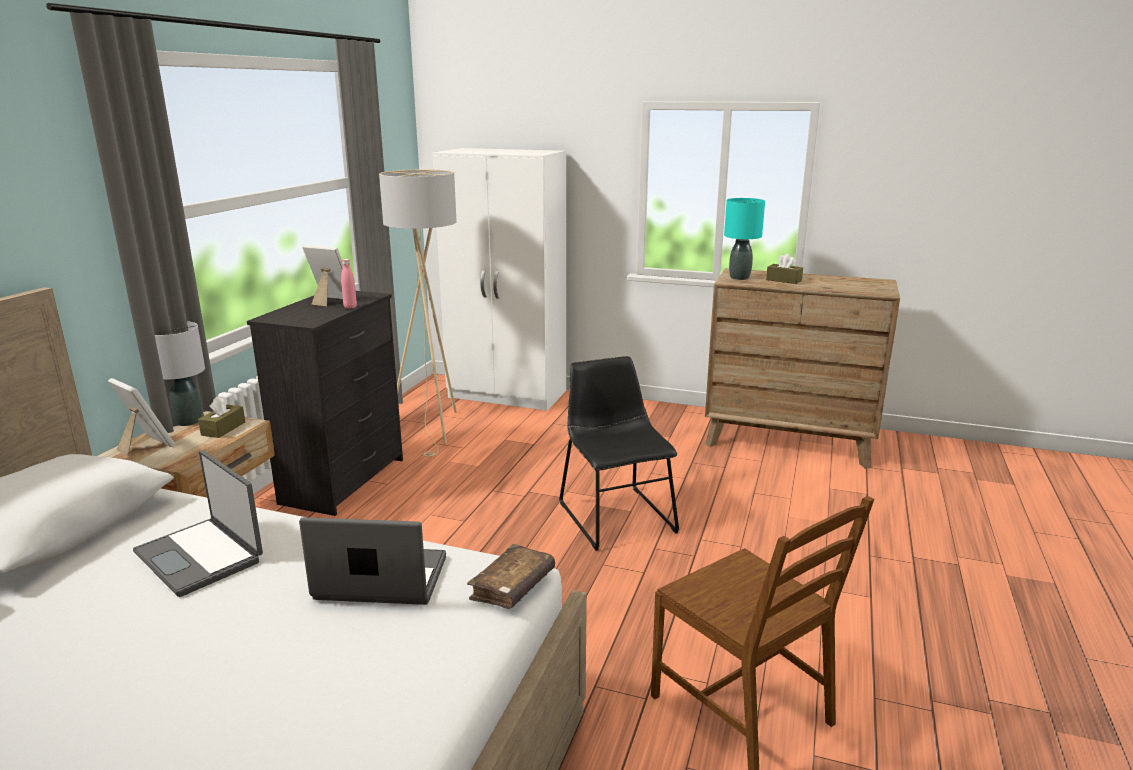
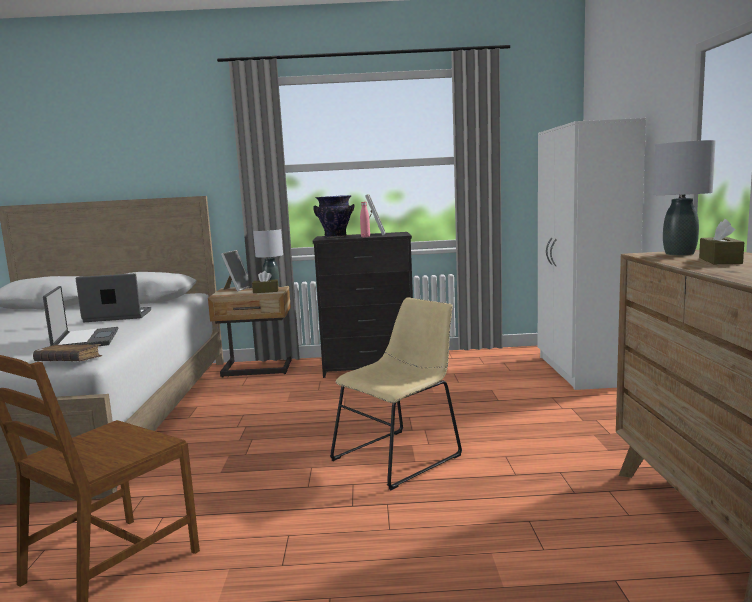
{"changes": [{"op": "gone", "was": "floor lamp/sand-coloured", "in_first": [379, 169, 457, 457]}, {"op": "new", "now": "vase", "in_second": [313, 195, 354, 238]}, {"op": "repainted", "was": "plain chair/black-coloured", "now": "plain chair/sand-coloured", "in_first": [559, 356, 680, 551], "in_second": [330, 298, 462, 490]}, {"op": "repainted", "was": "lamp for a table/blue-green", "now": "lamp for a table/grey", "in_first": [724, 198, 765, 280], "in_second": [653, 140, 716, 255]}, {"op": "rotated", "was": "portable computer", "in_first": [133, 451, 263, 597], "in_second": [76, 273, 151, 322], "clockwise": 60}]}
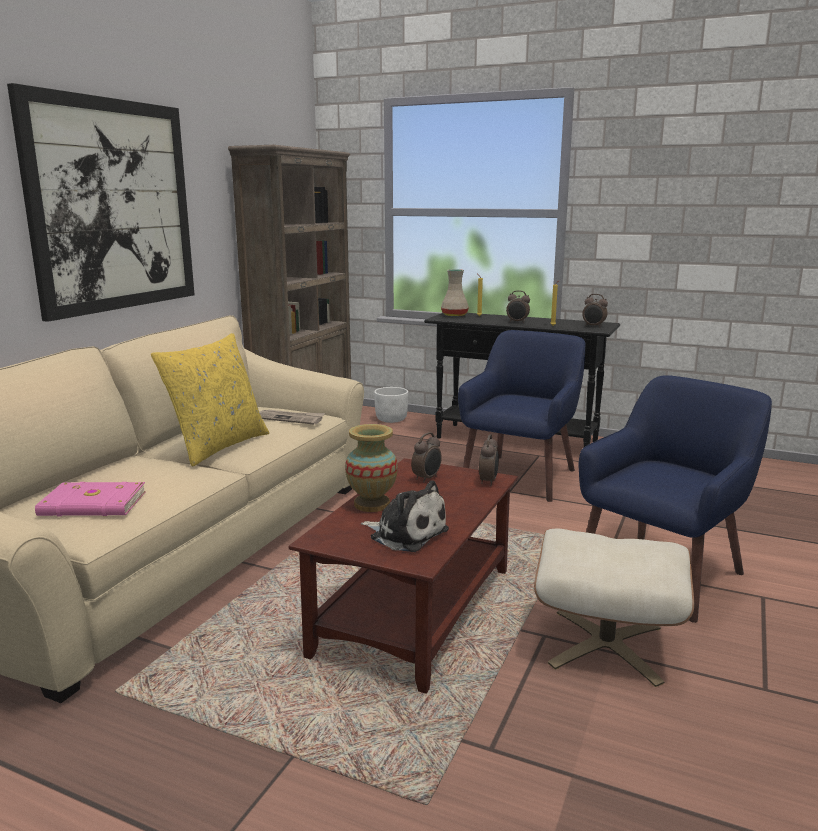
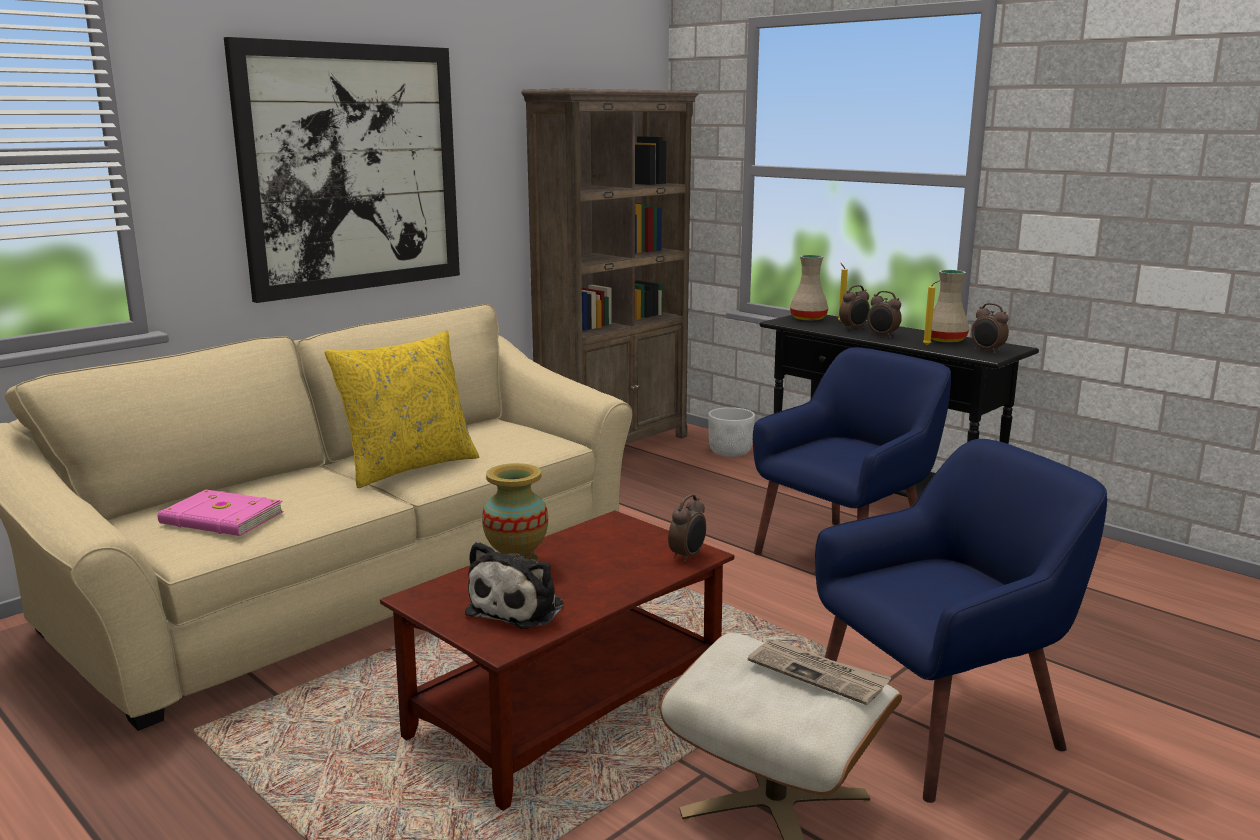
{"changes": [{"op": "new", "now": "vase/sand-coloured", "in_second": [931, 270, 970, 343]}, {"op": "shifted", "was": "newspaper", "in_first": [259, 410, 325, 425], "in_second": [748, 640, 891, 705]}, {"op": "shifted", "was": "table clock", "in_first": [411, 432, 442, 483], "in_second": [839, 285, 870, 330]}, {"op": "rotated", "was": "plush toy", "in_first": [361, 480, 449, 552], "in_second": [465, 542, 564, 629], "clockwise": 60}]}
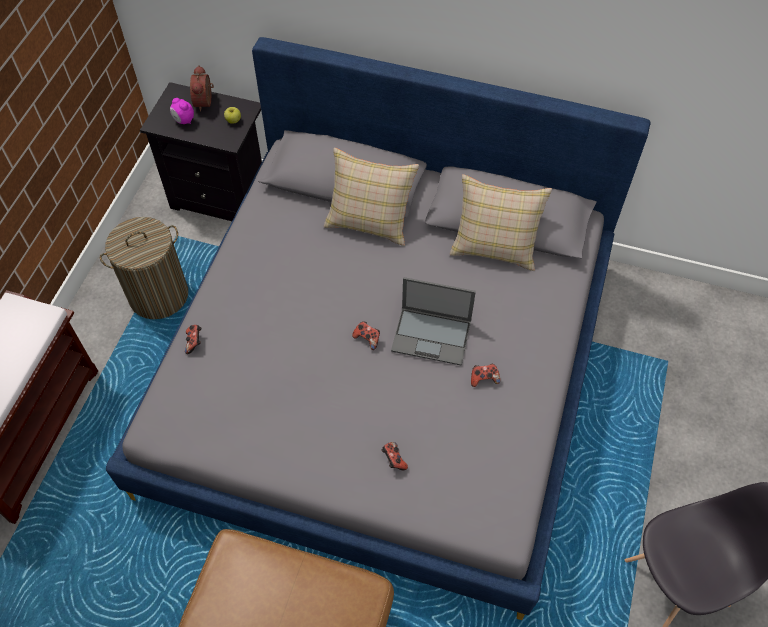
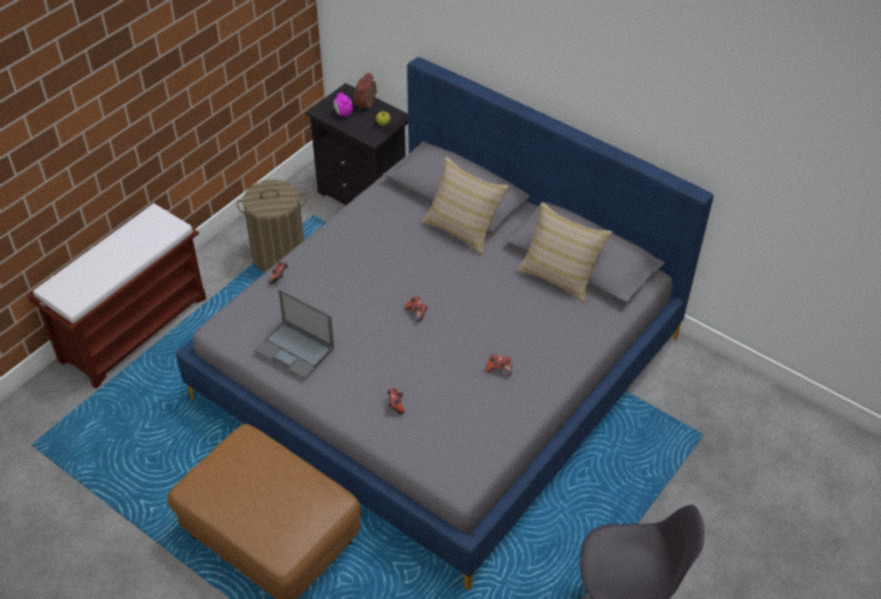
{"changes": [{"op": "shifted", "was": "portable computer", "in_first": [391, 277, 476, 366], "in_second": [254, 289, 334, 379]}]}
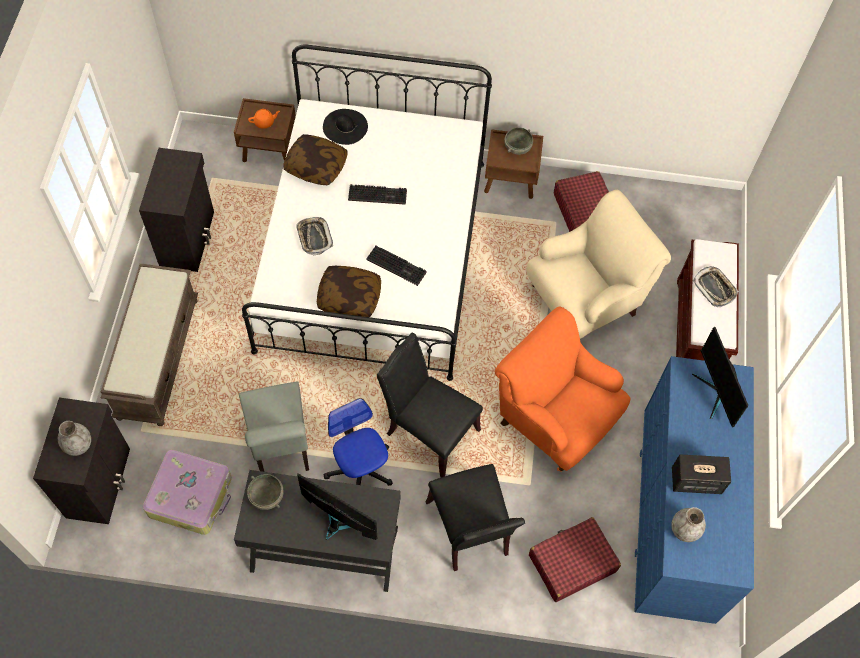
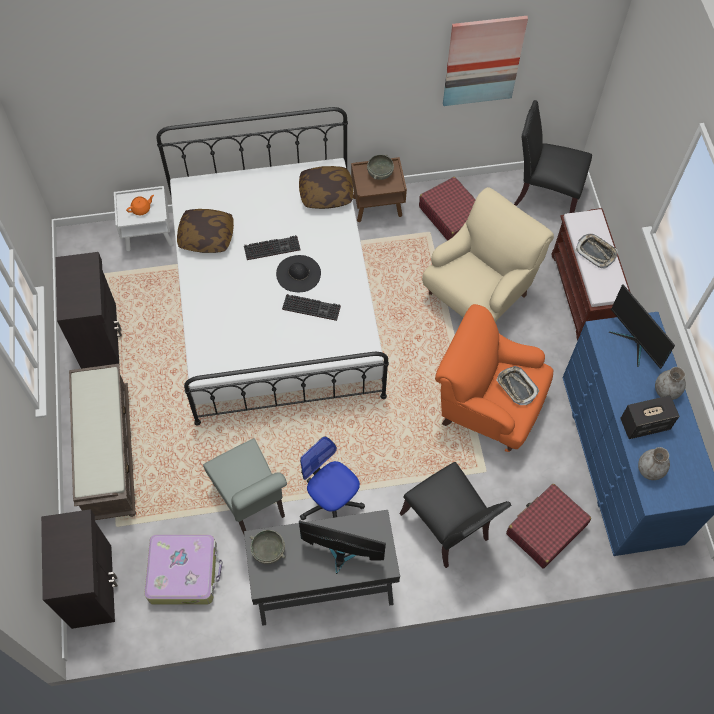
{"changes": [{"op": "new", "now": "wall picture", "in_second": [443, 16, 528, 106]}, {"op": "shifted", "was": "vase/grey", "in_first": [58, 421, 91, 456], "in_second": [655, 367, 686, 400]}, {"op": "shifted", "was": "carrying tray", "in_first": [296, 217, 333, 255], "in_second": [496, 366, 539, 405]}, {"op": "shifted", "was": "throw pillow", "in_first": [317, 266, 381, 317], "in_second": [299, 166, 353, 209]}, {"op": "shifted", "was": "clothing hat/black-coloured", "in_first": [323, 109, 368, 145], "in_second": [276, 255, 321, 292]}, {"op": "shifted", "was": "plain chair/black-coloured", "in_first": [377, 333, 483, 478], "in_second": [514, 100, 592, 213]}, {"op": "repainted", "was": "nightstand/brown", "now": "nightstand/whitish", "in_first": [234, 98, 296, 162], "in_second": [114, 186, 173, 251]}]}
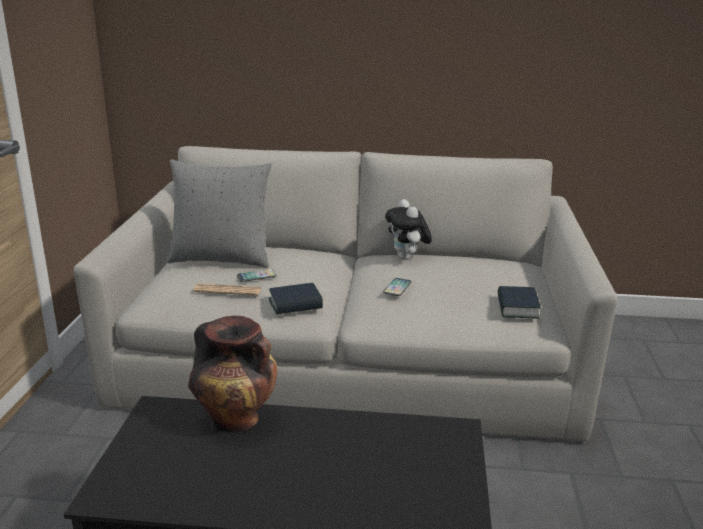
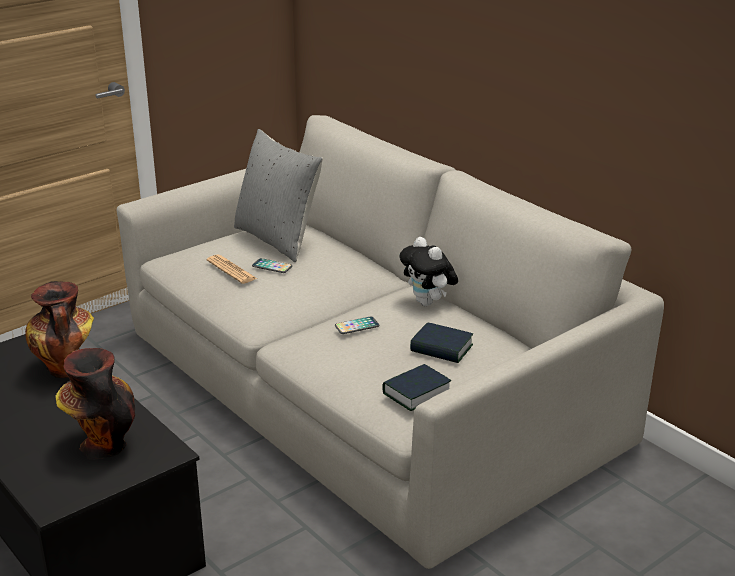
{"changes": [{"op": "new", "now": "vase", "in_second": [55, 348, 135, 460]}, {"op": "shifted", "was": "volume", "in_first": [268, 283, 323, 314], "in_second": [410, 322, 473, 363]}, {"op": "rotated", "was": "plush toy", "in_first": [385, 199, 432, 260], "in_second": [399, 237, 458, 306], "clockwise": -60}]}
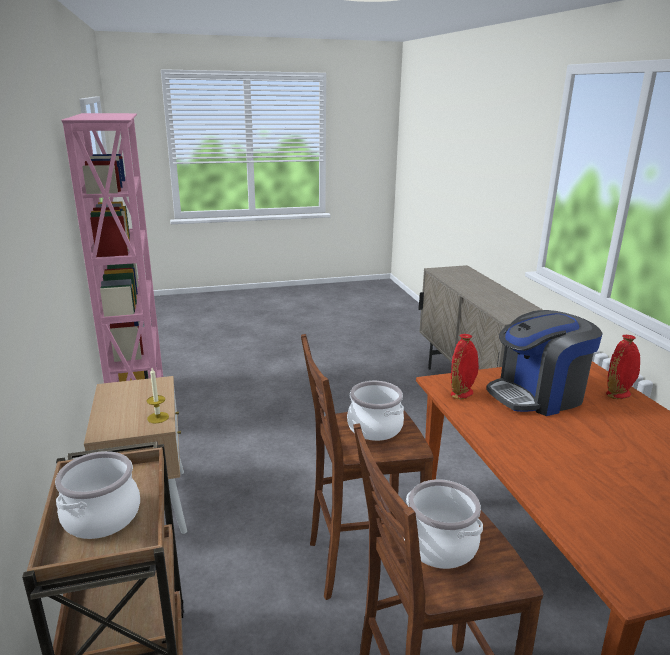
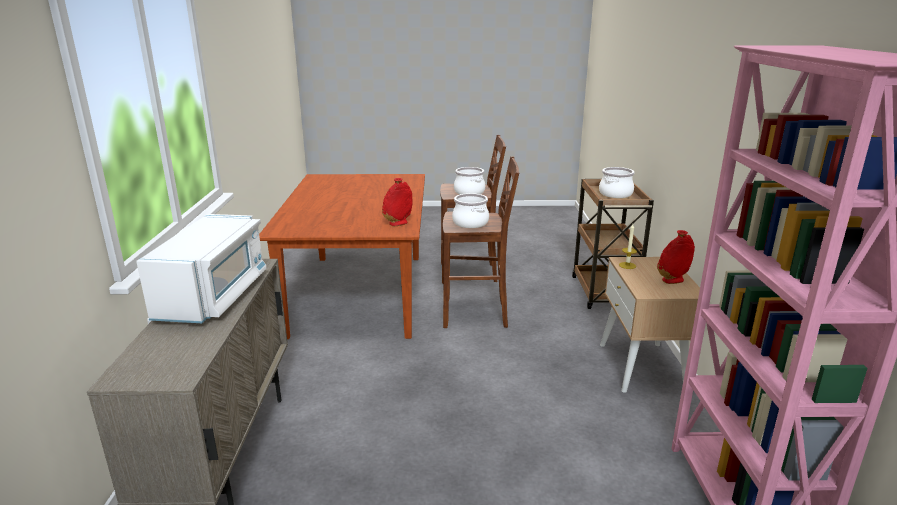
{"changes": [{"op": "gone", "was": "coffee brewer", "in_first": [486, 310, 603, 416]}, {"op": "new", "now": "microwave/whitish", "in_second": [136, 214, 266, 323]}, {"op": "shifted", "was": "vase/reddish", "in_first": [606, 335, 640, 399], "in_second": [657, 230, 695, 284]}]}
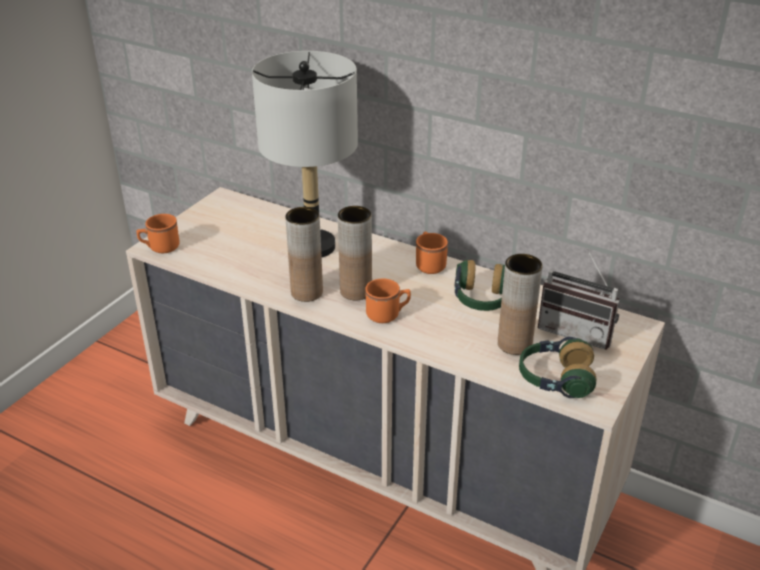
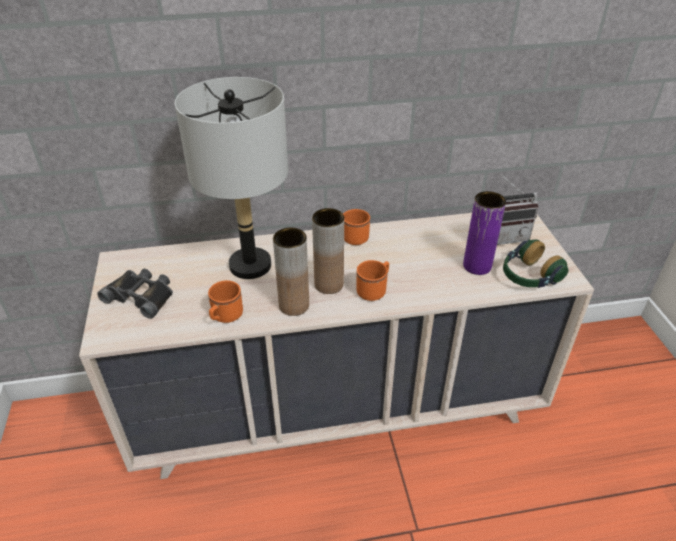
{"changes": [{"op": "gone", "was": "pair of headphones", "in_first": [455, 260, 505, 311]}, {"op": "new", "now": "binoculars/black-coloured", "in_second": [97, 269, 173, 319]}, {"op": "shifted", "was": "tea mug/orange", "in_first": [136, 214, 180, 253], "in_second": [208, 280, 243, 323]}, {"op": "repainted", "was": "vase/brown", "now": "vase/purple-coloured", "in_first": [498, 254, 543, 355], "in_second": [463, 191, 506, 275]}]}
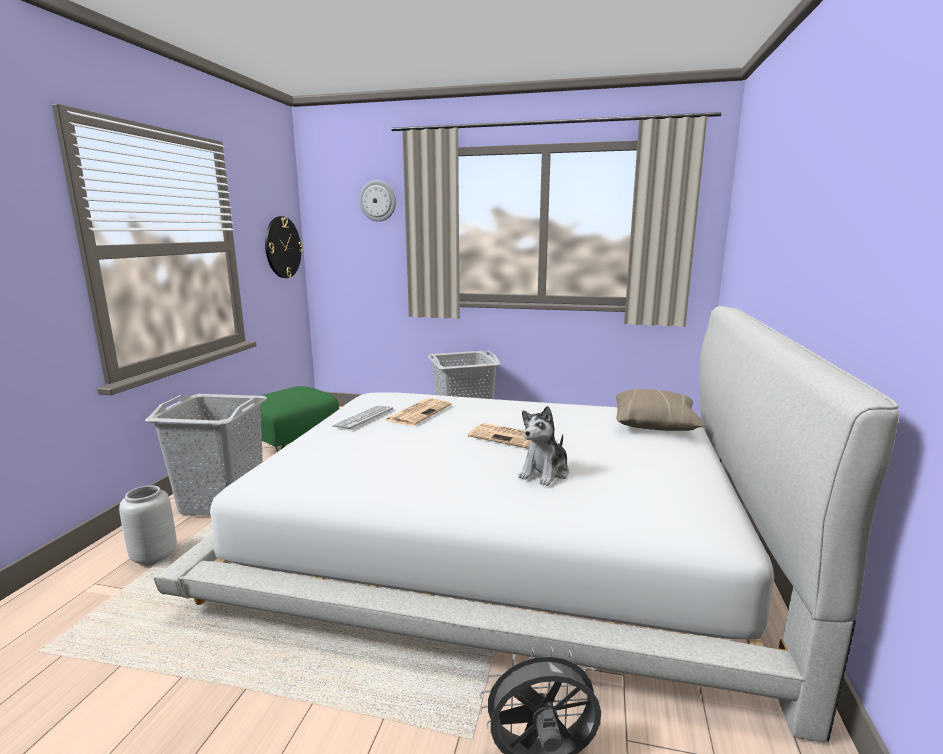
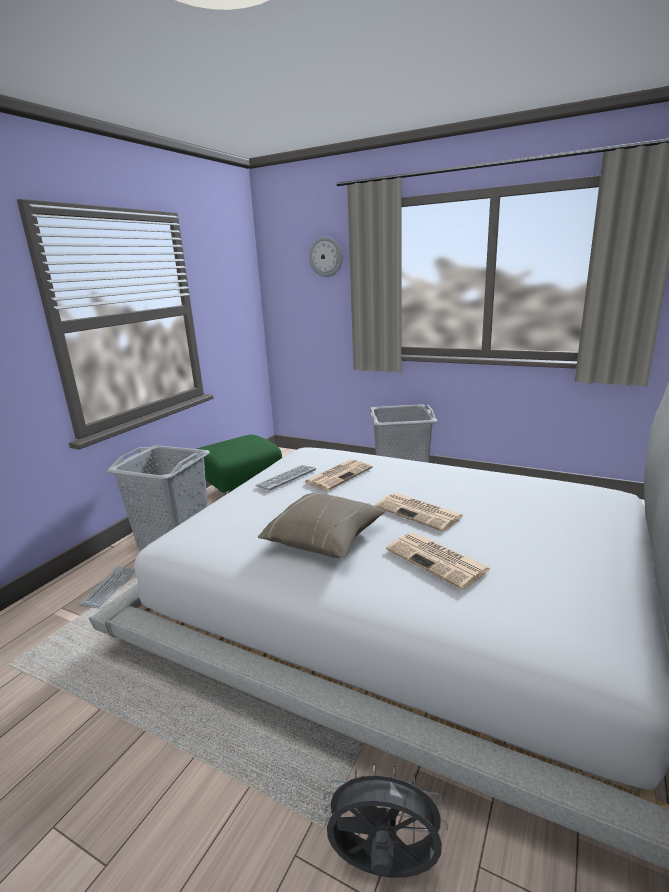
{"changes": [{"op": "gone", "was": "hanging clock", "in_first": [265, 216, 303, 278]}, {"op": "shifted", "was": "throw pillow/sand-coloured", "in_first": [616, 389, 705, 431], "in_second": [258, 493, 385, 558]}, {"op": "swapped", "was": "vase/grey", "now": "keyboard", "in_first": [119, 485, 177, 566], "in_second": [79, 566, 135, 608]}, {"op": "swapped", "was": "plush toy", "now": "newspaper", "in_first": [518, 406, 569, 486], "in_second": [386, 532, 491, 590]}]}
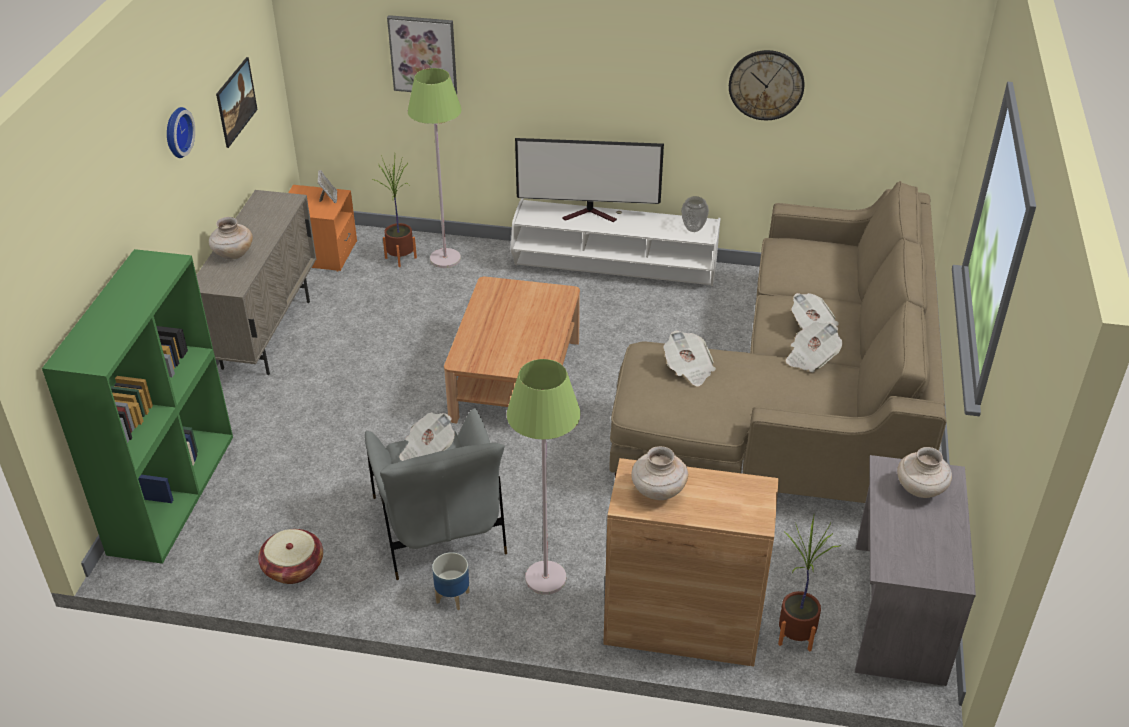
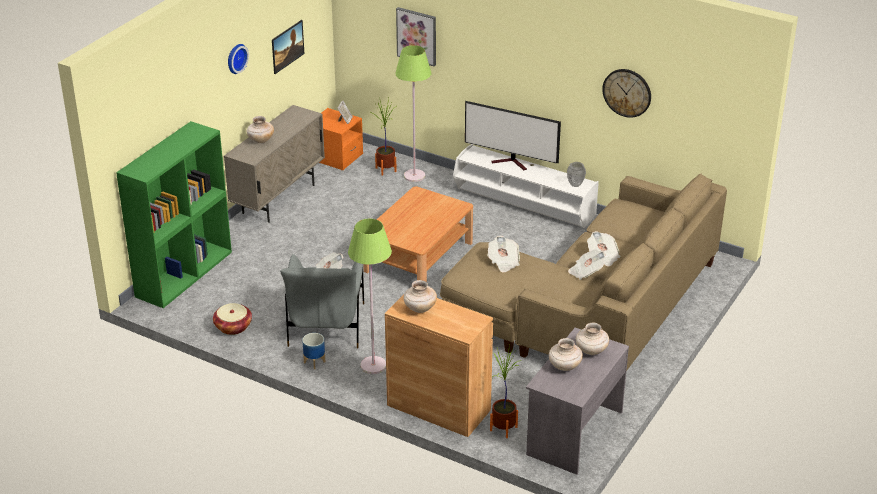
{"changes": [{"op": "new", "now": "vase/sand-coloured", "in_second": [549, 338, 583, 371]}]}
